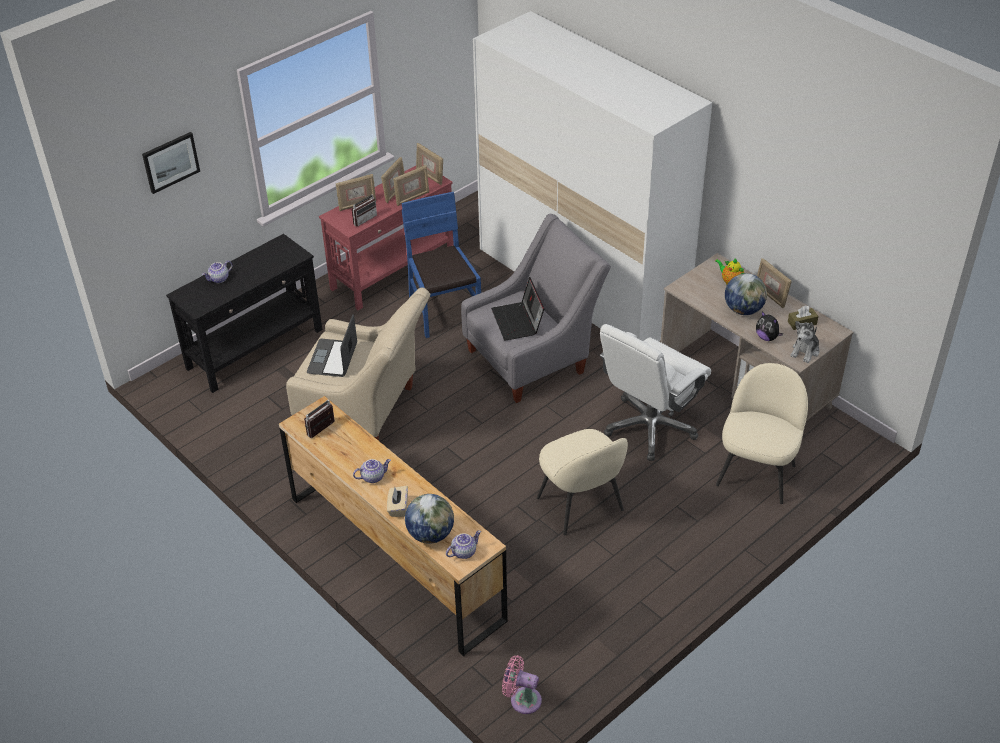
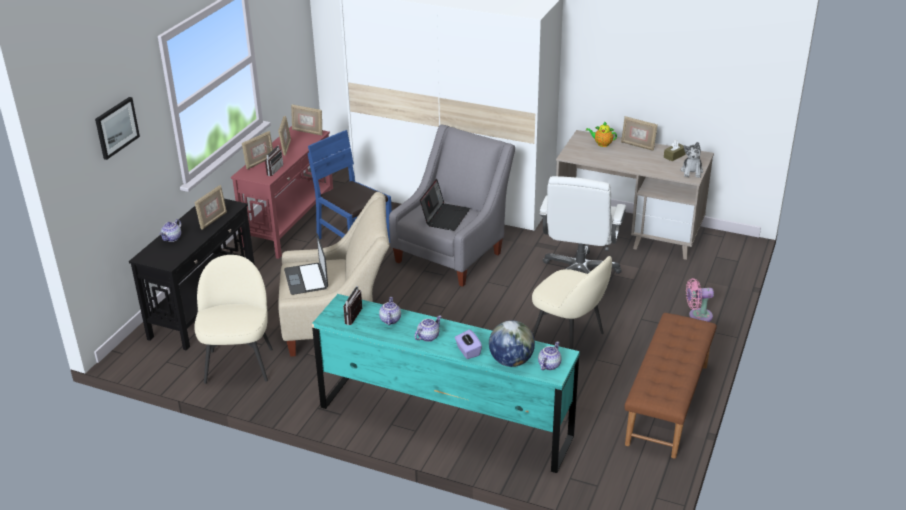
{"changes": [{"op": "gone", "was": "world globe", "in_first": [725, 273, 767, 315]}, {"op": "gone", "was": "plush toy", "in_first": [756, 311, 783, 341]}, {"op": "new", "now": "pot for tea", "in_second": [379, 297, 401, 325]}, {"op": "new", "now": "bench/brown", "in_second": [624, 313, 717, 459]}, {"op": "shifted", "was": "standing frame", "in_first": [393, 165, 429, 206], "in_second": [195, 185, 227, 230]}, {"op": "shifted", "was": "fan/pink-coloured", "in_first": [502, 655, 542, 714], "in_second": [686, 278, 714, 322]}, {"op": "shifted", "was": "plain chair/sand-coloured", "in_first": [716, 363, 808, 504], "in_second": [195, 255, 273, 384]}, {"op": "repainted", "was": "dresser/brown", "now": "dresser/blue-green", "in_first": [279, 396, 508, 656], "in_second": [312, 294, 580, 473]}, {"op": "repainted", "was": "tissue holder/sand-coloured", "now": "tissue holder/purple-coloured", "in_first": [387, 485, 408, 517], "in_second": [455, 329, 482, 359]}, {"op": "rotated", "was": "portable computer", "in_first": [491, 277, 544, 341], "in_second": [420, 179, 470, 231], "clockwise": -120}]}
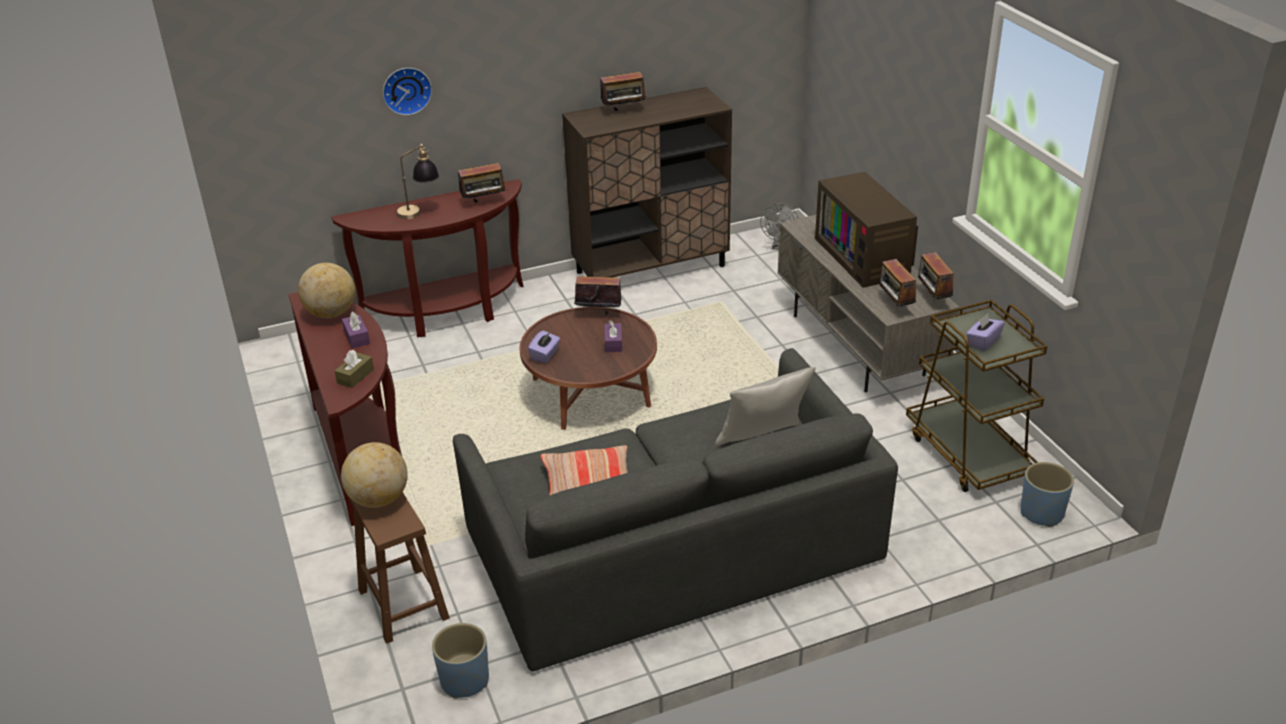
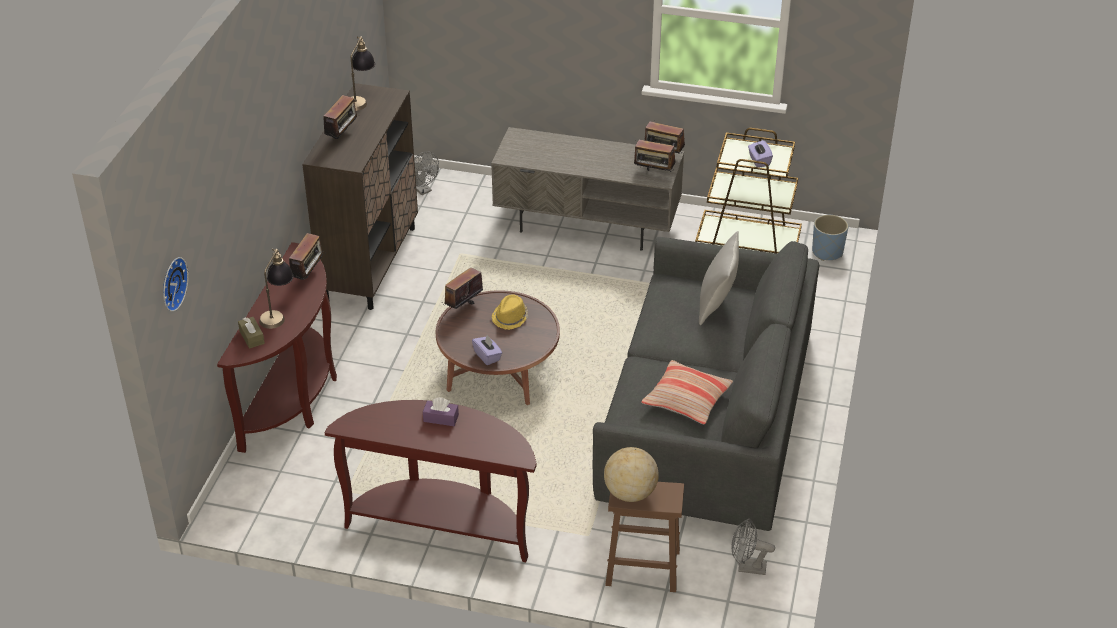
{"changes": [{"op": "gone", "was": "world globe", "in_first": [298, 263, 355, 318]}, {"op": "gone", "was": "TV", "in_first": [815, 172, 918, 288]}, {"op": "new", "now": "lamp for a table", "in_second": [351, 36, 375, 111]}, {"op": "shifted", "was": "tissue holder/brown", "in_first": [335, 350, 374, 388], "in_second": [238, 317, 265, 349]}, {"op": "shifted", "was": "hanging clock", "in_first": [383, 68, 432, 115], "in_second": [163, 257, 189, 312]}, {"op": "swapped", "was": "planter/bluish", "now": "fan/grey", "in_first": [432, 623, 489, 699], "in_second": [731, 518, 775, 575]}, {"op": "swapped", "was": "tissue holder/purple-coloured", "now": "clothing hat/yellow-coloured", "in_first": [605, 321, 622, 352], "in_second": [492, 294, 528, 330]}]}
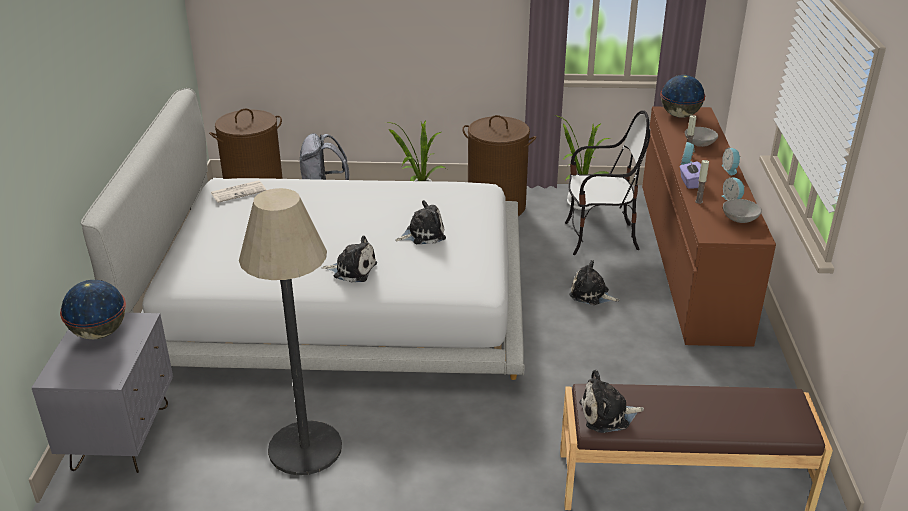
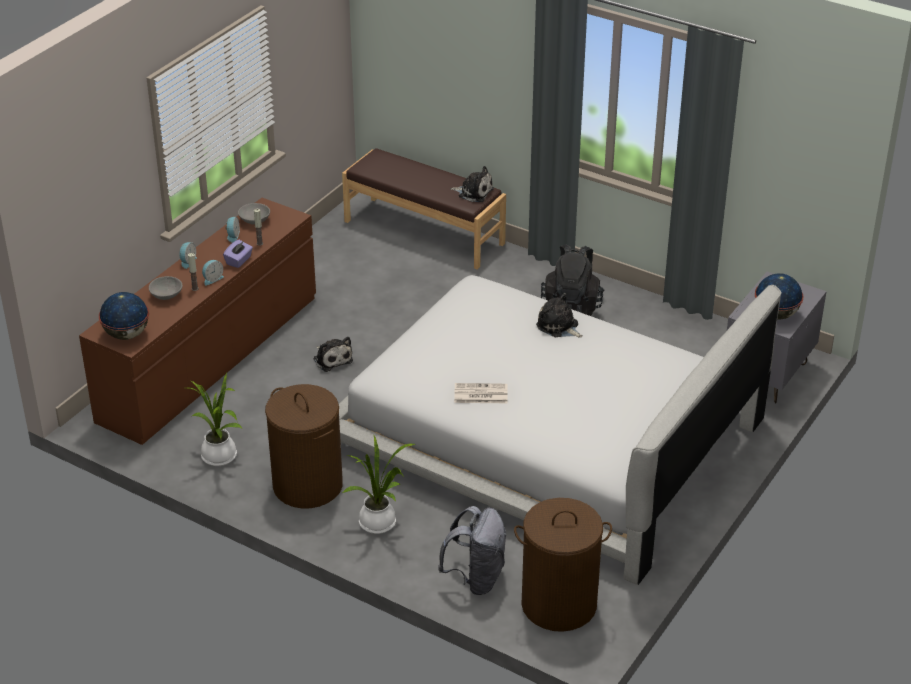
{"changes": [{"op": "gone", "was": "floor lamp", "in_first": [239, 188, 342, 475]}, {"op": "gone", "was": "plush toy", "in_first": [395, 200, 446, 244]}, {"op": "gone", "was": "plain chair", "in_first": [565, 110, 650, 255]}, {"op": "new", "now": "rucksack/black-coloured", "in_second": [541, 244, 604, 316]}, {"op": "shifted", "was": "newspaper", "in_first": [211, 180, 266, 203], "in_second": [454, 383, 508, 403]}]}
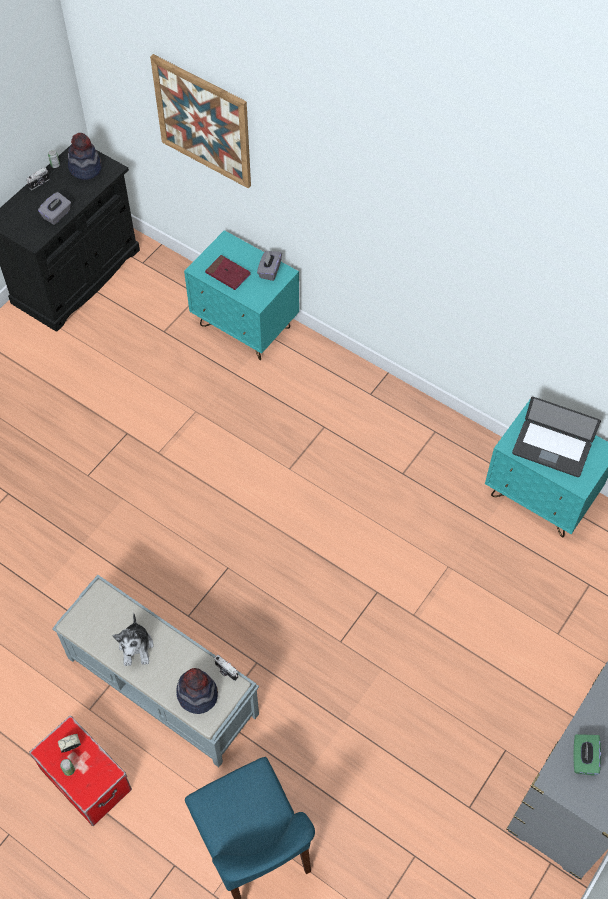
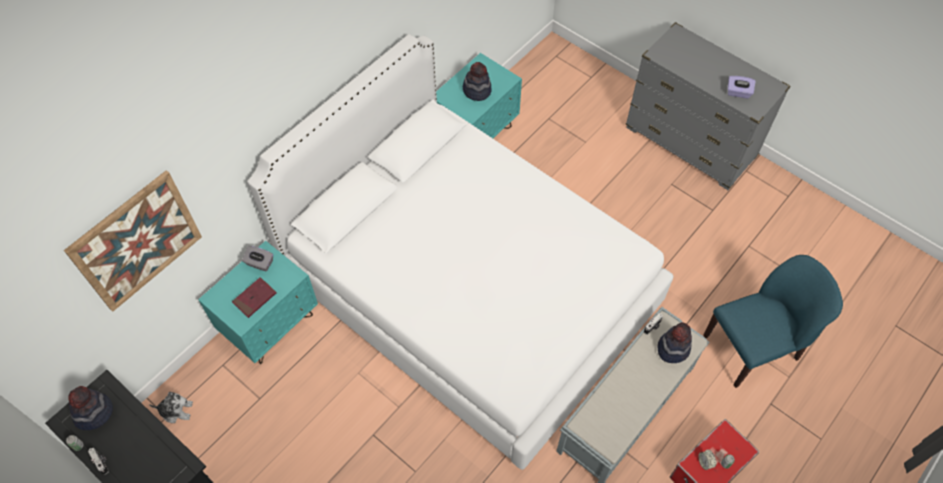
{"changes": [{"op": "gone", "was": "tissue holder/grey", "in_first": [38, 192, 71, 225]}, {"op": "new", "now": "bedroom bed/whitish", "in_second": [247, 34, 674, 470]}, {"op": "shifted", "was": "plush toy", "in_first": [113, 613, 154, 666], "in_second": [149, 392, 193, 423]}, {"op": "swapped", "was": "portable computer", "now": "clothing hat", "in_first": [512, 397, 601, 477], "in_second": [463, 62, 492, 101]}, {"op": "repainted", "was": "tissue holder/greenish", "now": "tissue holder/purple-coloured", "in_first": [574, 734, 601, 776], "in_second": [728, 76, 756, 98]}]}
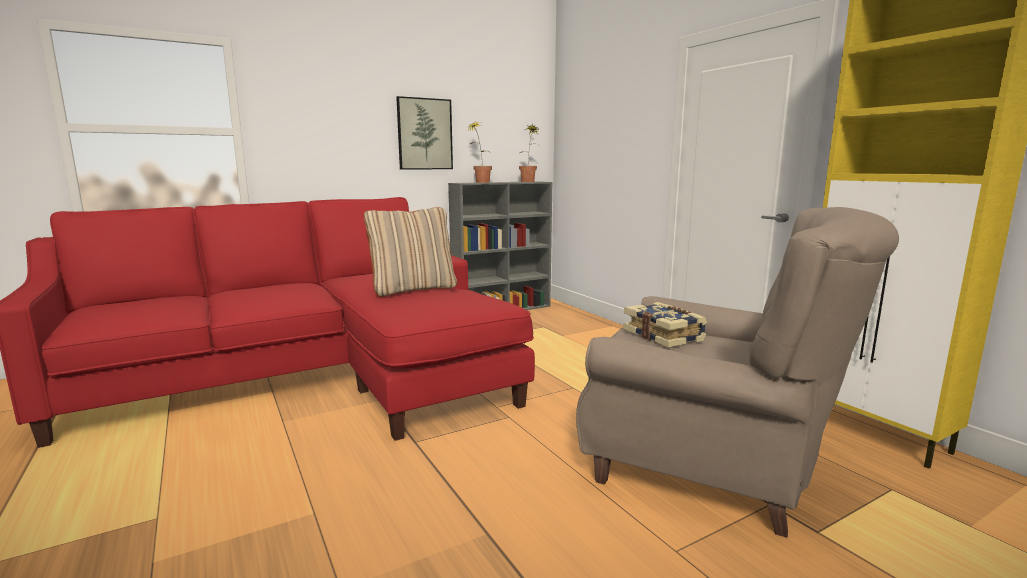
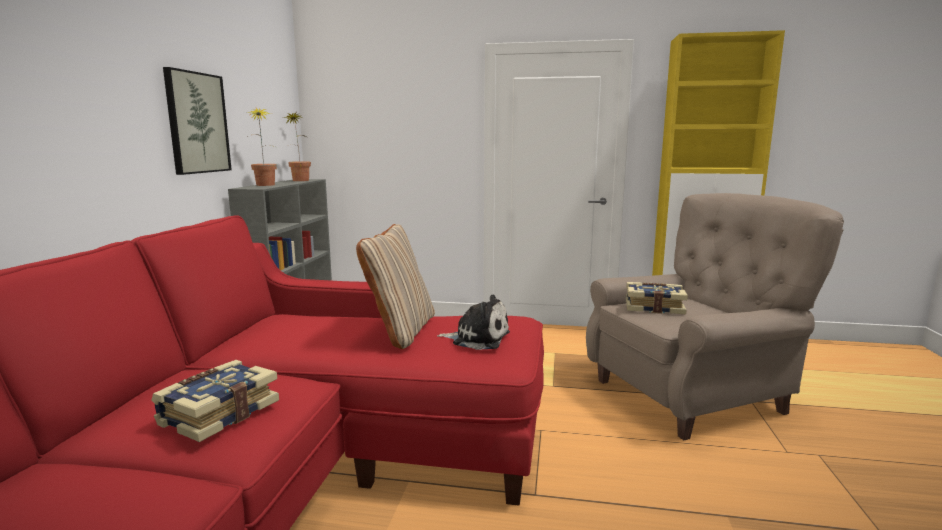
{"changes": [{"op": "new", "now": "volume", "in_second": [151, 360, 279, 442]}, {"op": "new", "now": "plush toy", "in_second": [437, 295, 510, 350]}]}
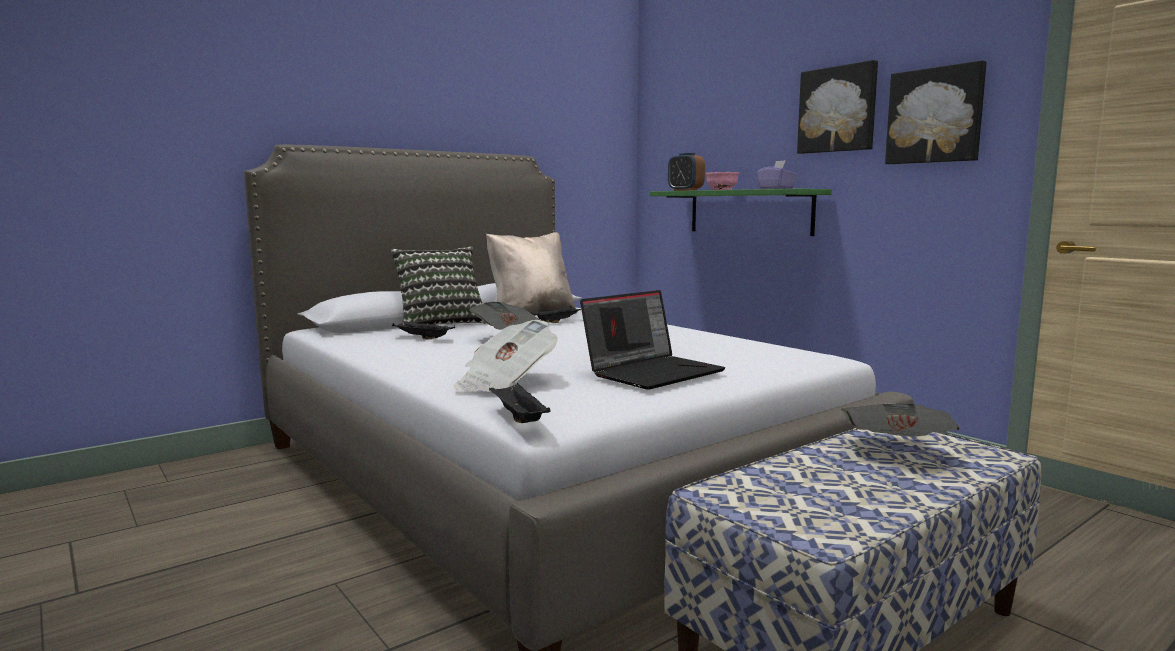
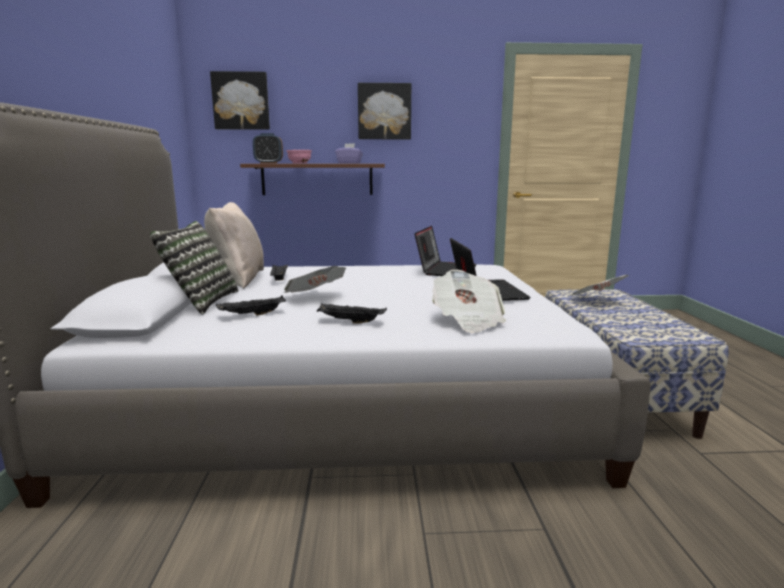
{"changes": [{"op": "new", "now": "portable computer", "in_second": [414, 226, 477, 276]}, {"op": "shifted", "was": "carrying tray/black-coloured", "in_first": [489, 382, 551, 423], "in_second": [317, 304, 387, 324]}, {"op": "shifted", "was": "wall picture", "in_first": [885, 60, 987, 164], "in_second": [210, 71, 270, 130]}, {"op": "repainted", "was": "bracket shelf/greenish", "now": "bracket shelf/brown", "in_first": [650, 189, 832, 236], "in_second": [240, 164, 385, 195]}]}
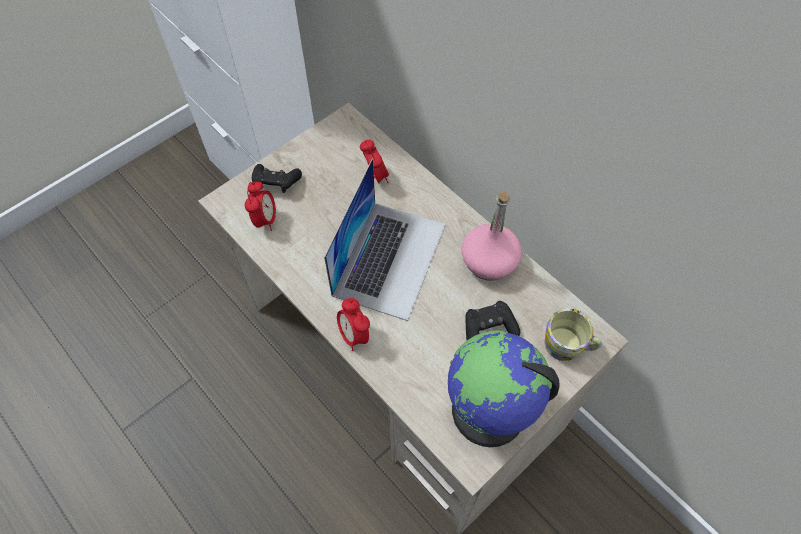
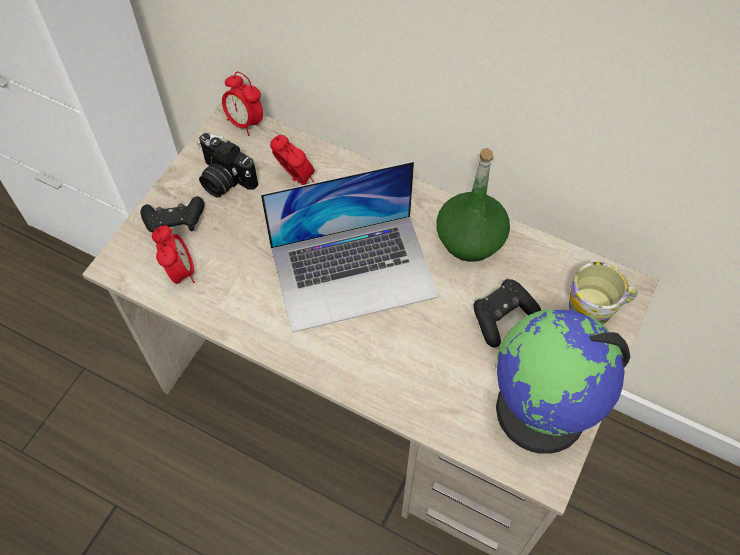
{"changes": [{"op": "new", "now": "photo camera", "in_second": [197, 133, 258, 198]}, {"op": "shifted", "was": "table clock", "in_first": [337, 298, 370, 351], "in_second": [222, 72, 263, 136]}, {"op": "repainted", "was": "beverage bottle/pink-coloured", "now": "beverage bottle/greenish", "in_first": [462, 192, 521, 281], "in_second": [436, 148, 510, 262]}, {"op": "rotated", "was": "portable computer", "in_first": [324, 159, 446, 321], "in_second": [261, 161, 438, 333], "clockwise": 75}]}
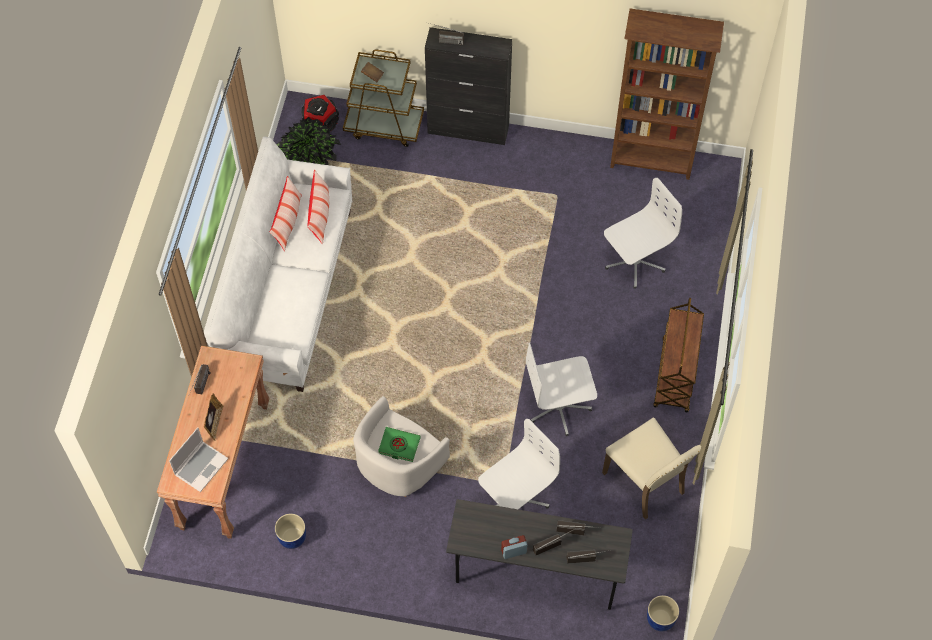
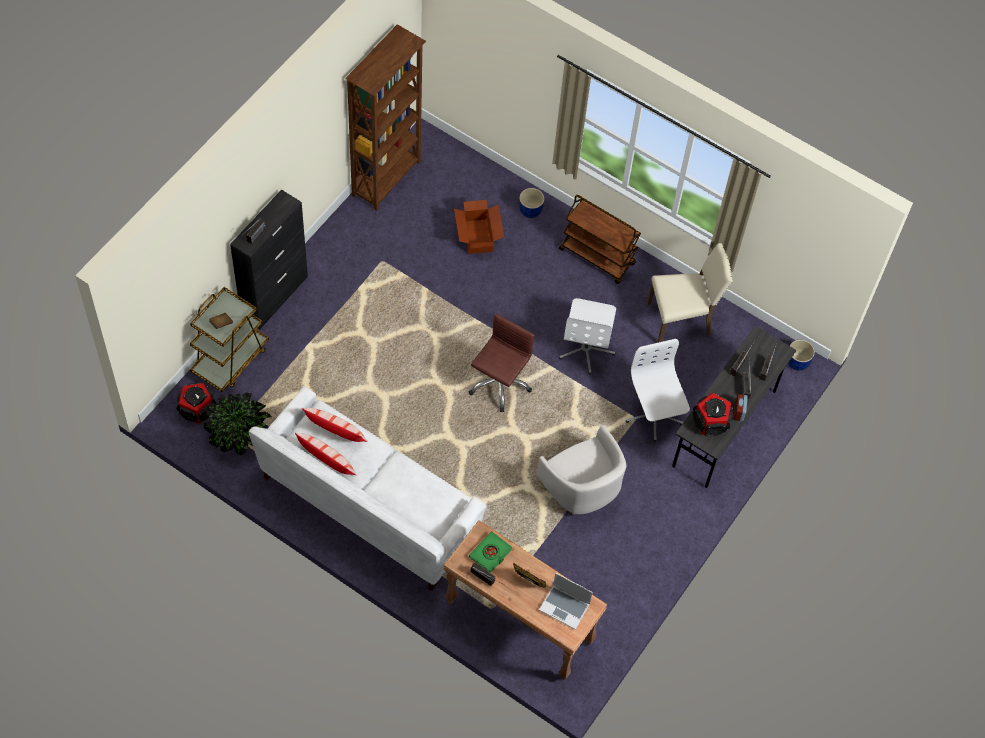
{"changes": [{"op": "new", "now": "desk chair/brown", "in_second": [469, 313, 535, 412]}, {"op": "new", "now": "loudspeaker", "in_second": [693, 393, 733, 436]}, {"op": "shifted", "was": "planter/bluish", "in_first": [275, 513, 306, 549], "in_second": [519, 188, 544, 218]}, {"op": "shifted", "was": "volume/greenish", "in_first": [378, 427, 421, 462], "in_second": [469, 531, 512, 573]}, {"op": "swapped", "was": "desk chair/whitish", "now": "carton", "in_first": [604, 178, 682, 289], "in_second": [454, 200, 504, 254]}, {"op": "rotated", "was": "portable computer", "in_first": [169, 427, 228, 492], "in_second": [539, 573, 593, 630], "clockwise": 150}]}
